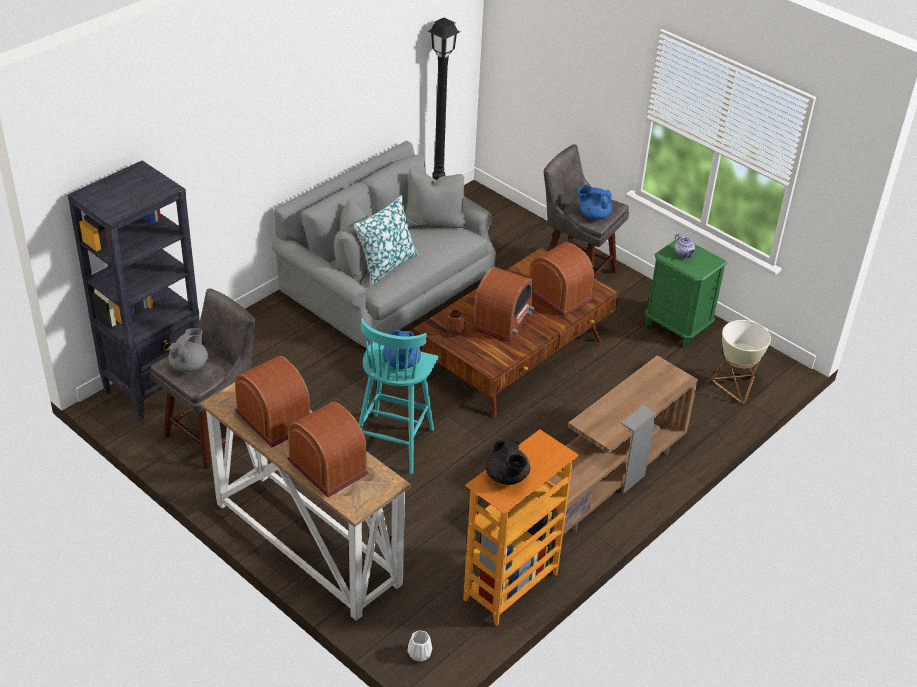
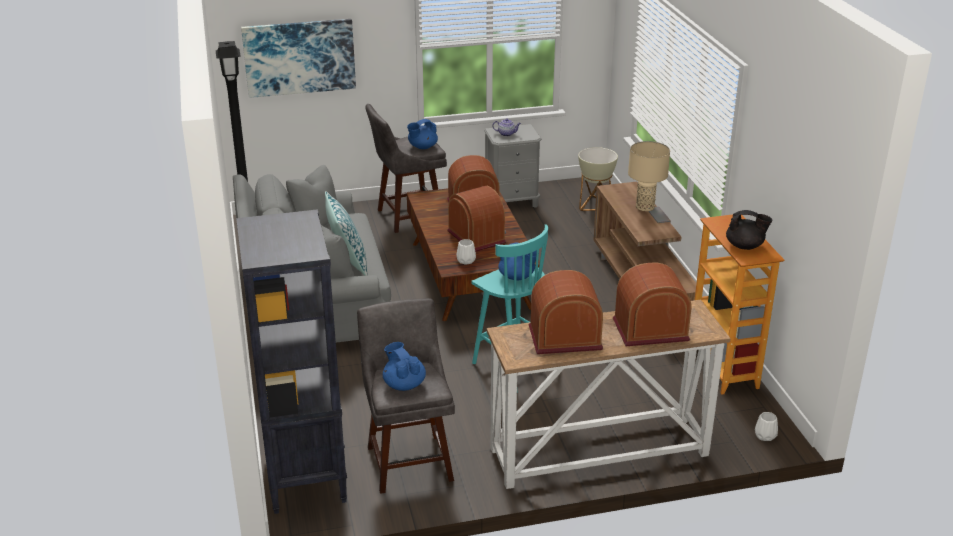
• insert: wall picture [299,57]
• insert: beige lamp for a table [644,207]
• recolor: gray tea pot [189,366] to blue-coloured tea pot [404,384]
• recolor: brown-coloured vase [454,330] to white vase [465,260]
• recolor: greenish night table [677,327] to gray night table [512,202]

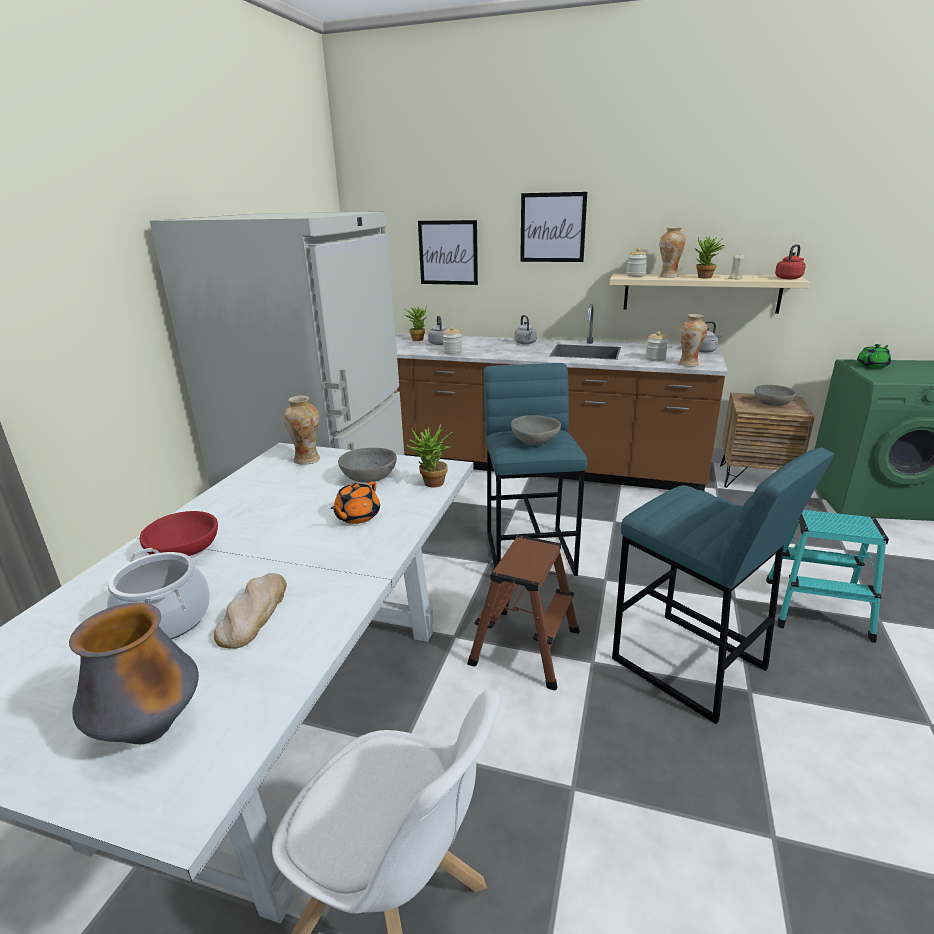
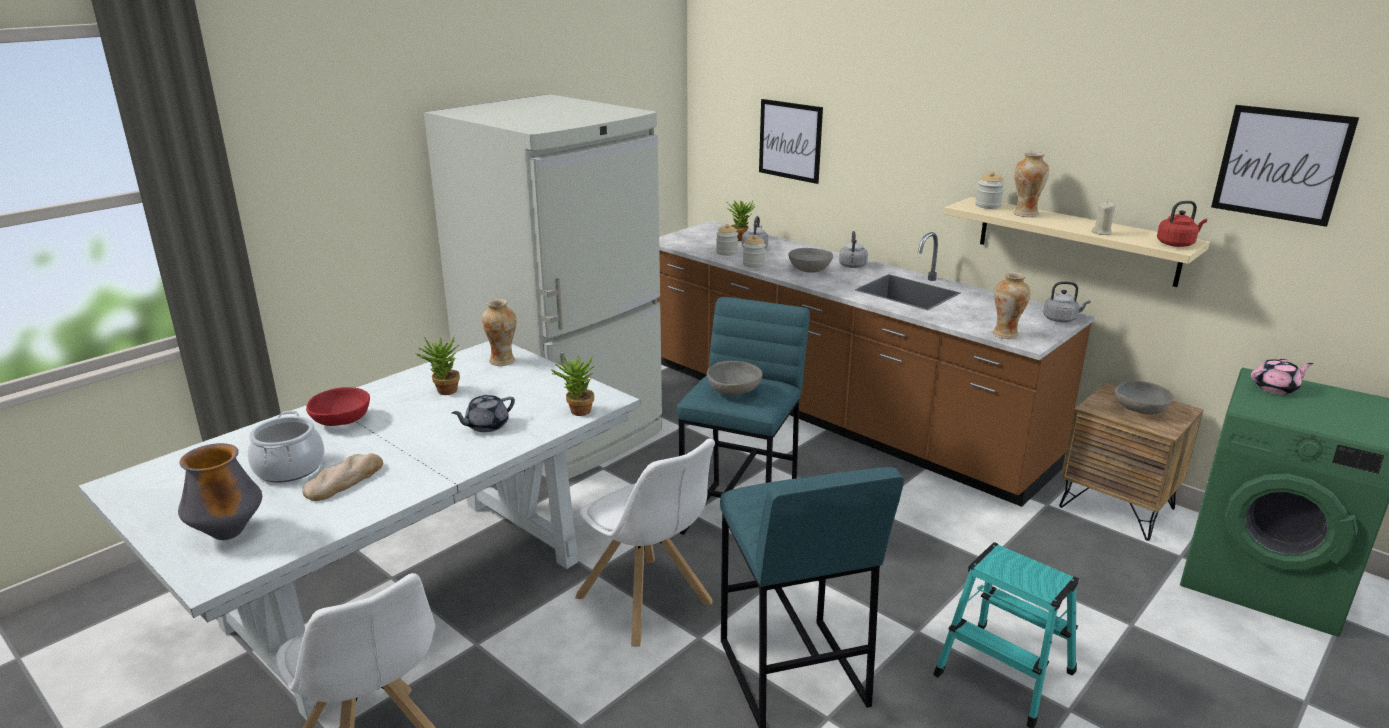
• move: gray deep dish [370,478] to [810,270]
• move: wall picture [552,227] to [1281,164]
• move: jar [655,359] to [727,252]
• move: houseplant [705,278] to [443,392]
• replace: brown-coloured step ladder [525,647] to white chair [648,603]
• recolor: orangey tea pot [357,516] to gray tea pot [486,425]
• recolor: greenish tea pot [872,366] to pink tea pot [1276,388]

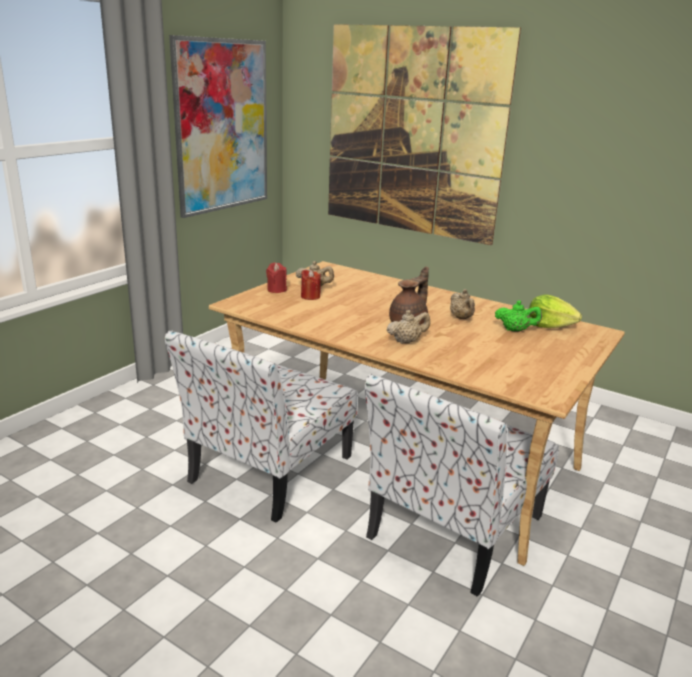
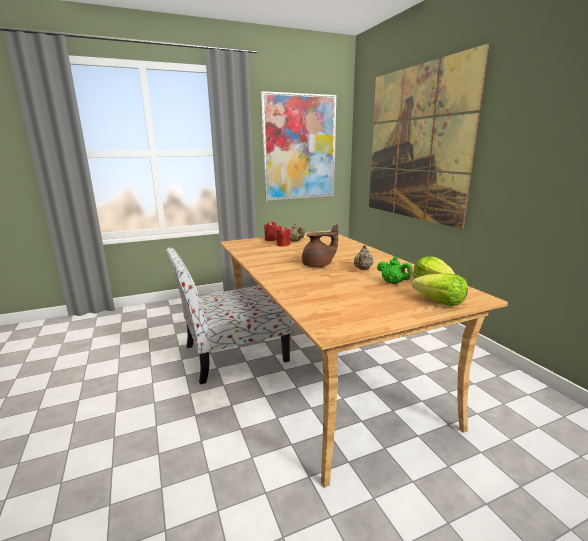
• delete: chair [453,529]
• delete: beige tea pot [407,341]
• insert: lettuce head [440,302]

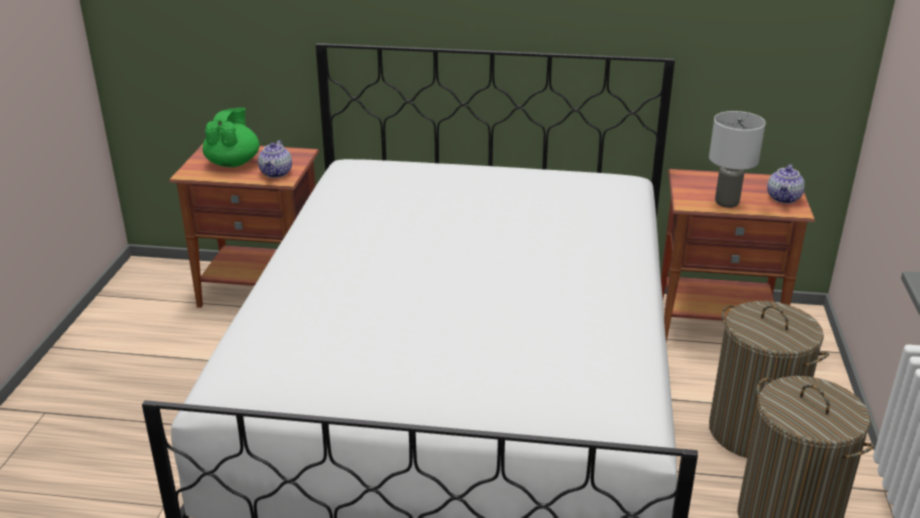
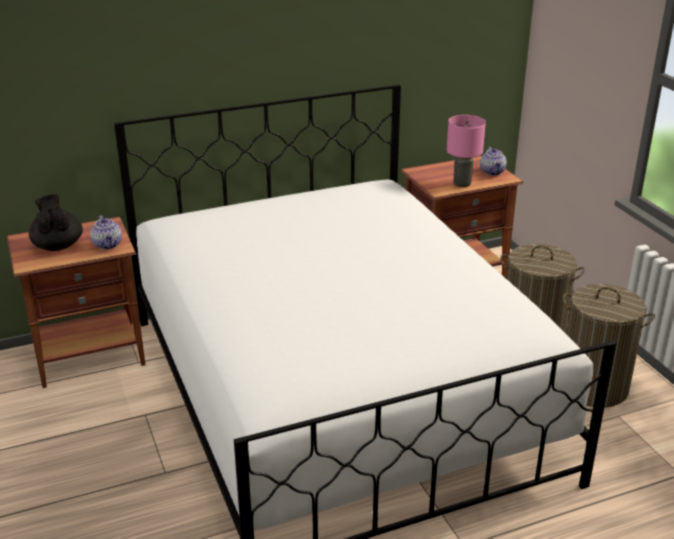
• recolor: greenish tea pot [233,162] to black-coloured tea pot [58,245]
• recolor: white lamp for a table [726,204] to pink lamp for a table [462,184]

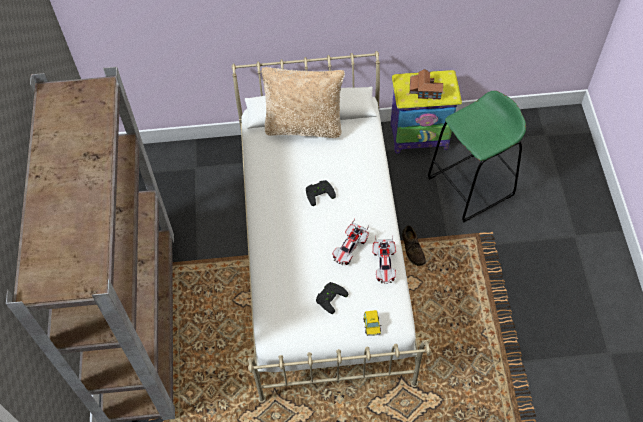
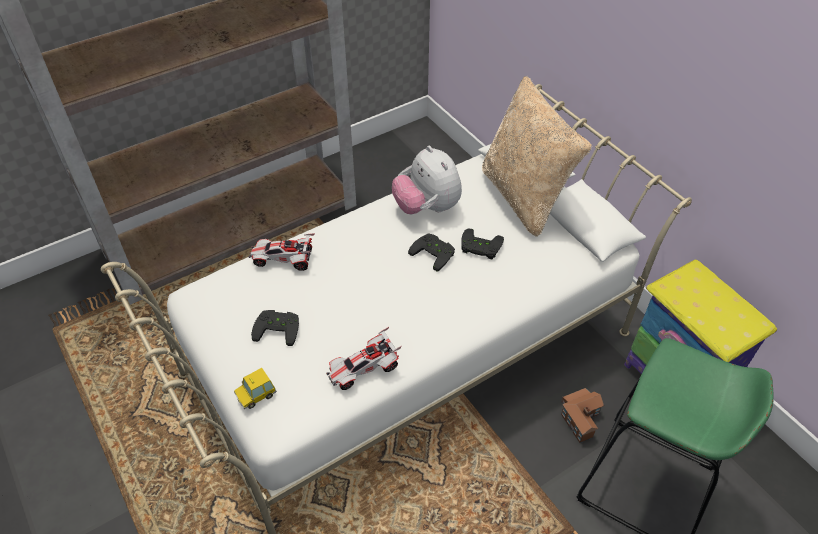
• delete: brown-coloured low shoe [413,249]
• insert: plush toy [427,207]
• insert: black-coloured game controller [480,248]
• move: miniature car [350,248] to [284,260]
• move: miniature house [425,90] to [580,417]

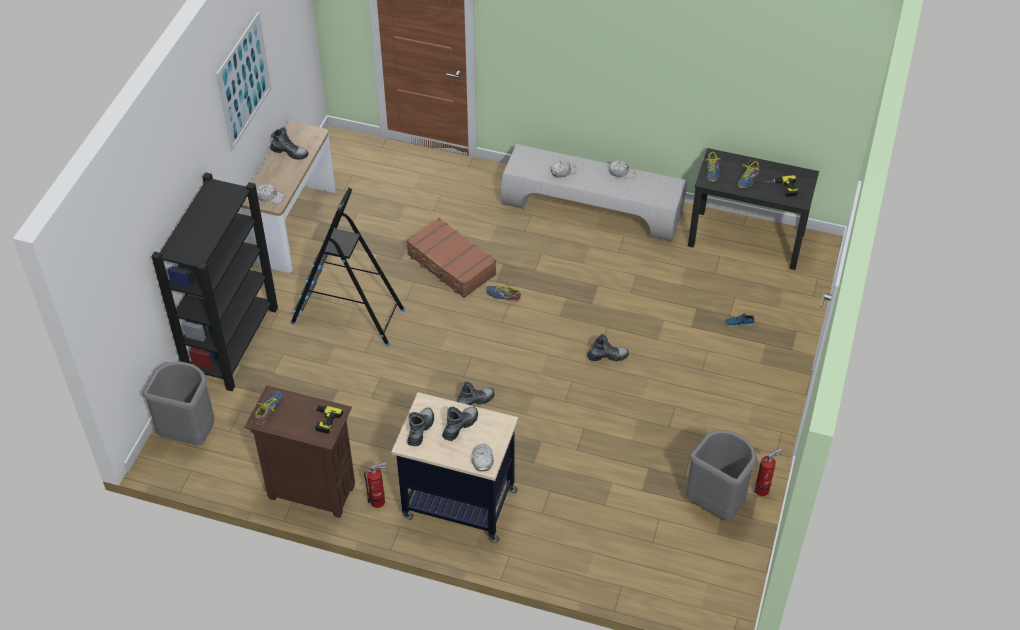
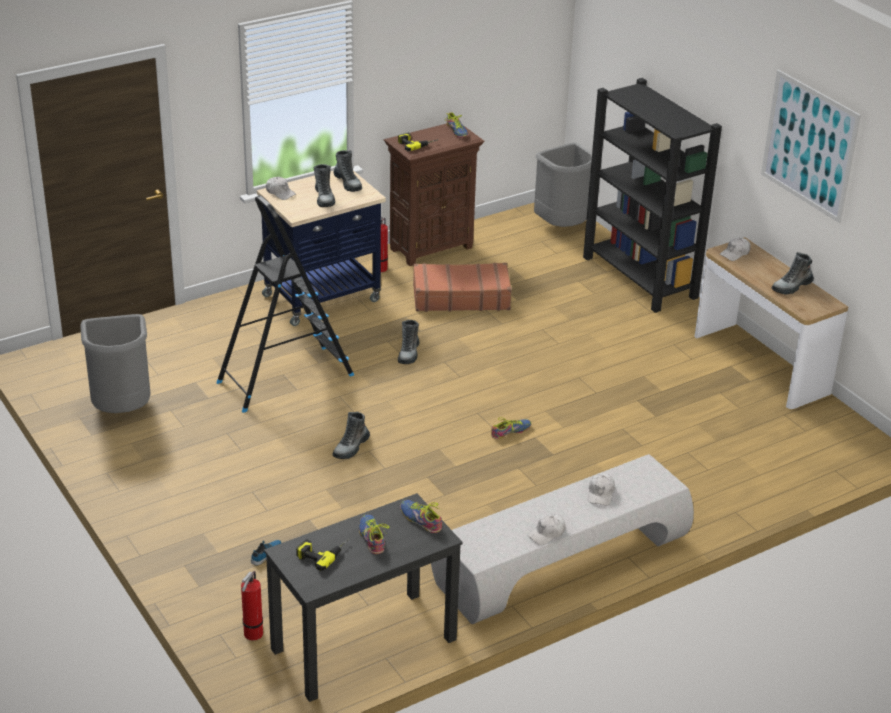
• move: black-coloured step ladder [347,317] to [286,378]
• move: brown-coloured travel case [451,265] to [460,297]
• move: extinguisher [763,489] to [252,635]

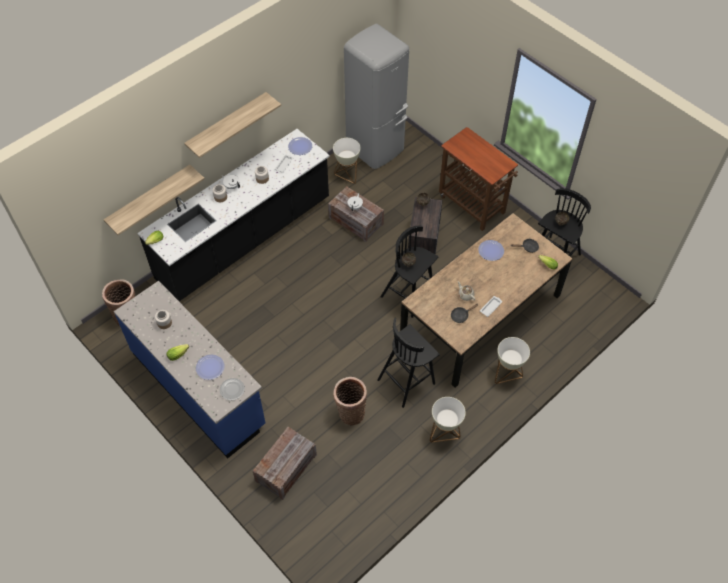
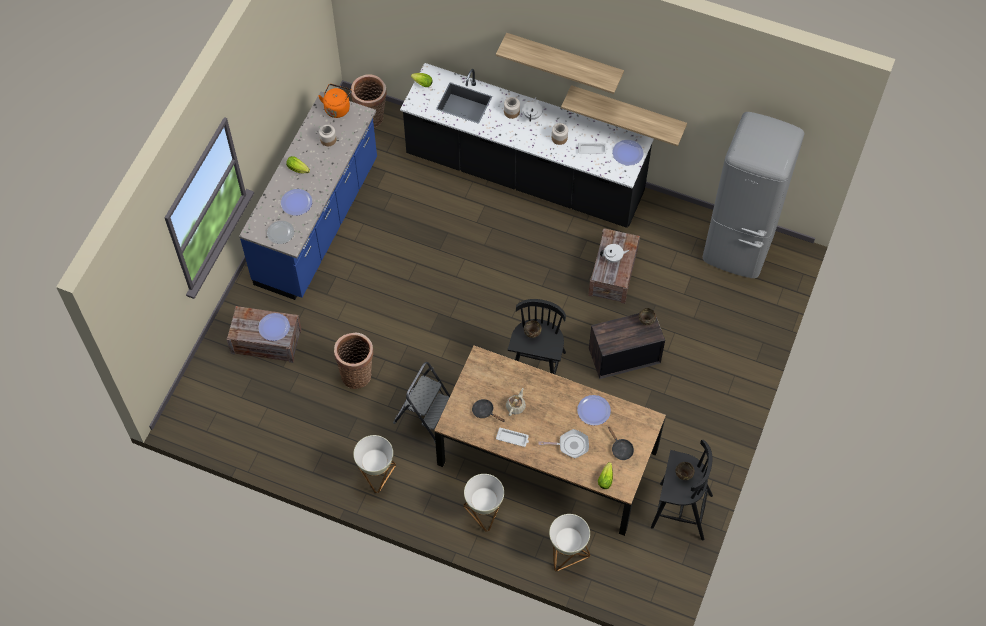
• delete: brown-coloured wheeled cart [472,205]
• insert: dinner plate [274,327]
• insert: orangey kettle [337,107]
• insert: frying pan [570,445]
• move: wall shelf [149,198] to [627,111]
• move: plant pot [347,173] to [567,553]
• replace: black-coloured stool [407,380] to gray step ladder [423,413]

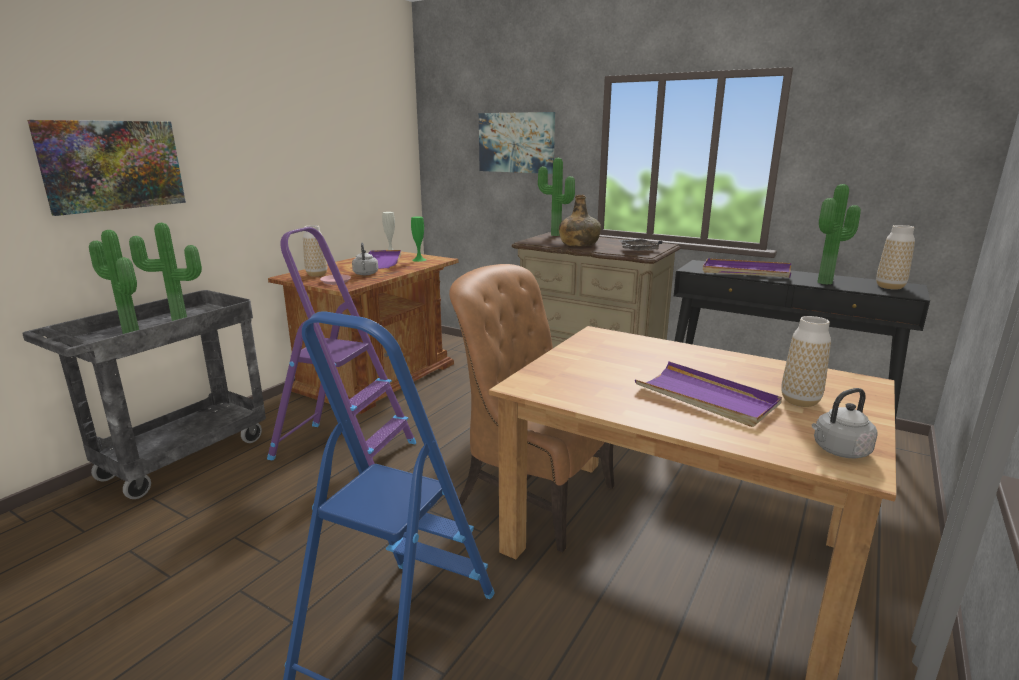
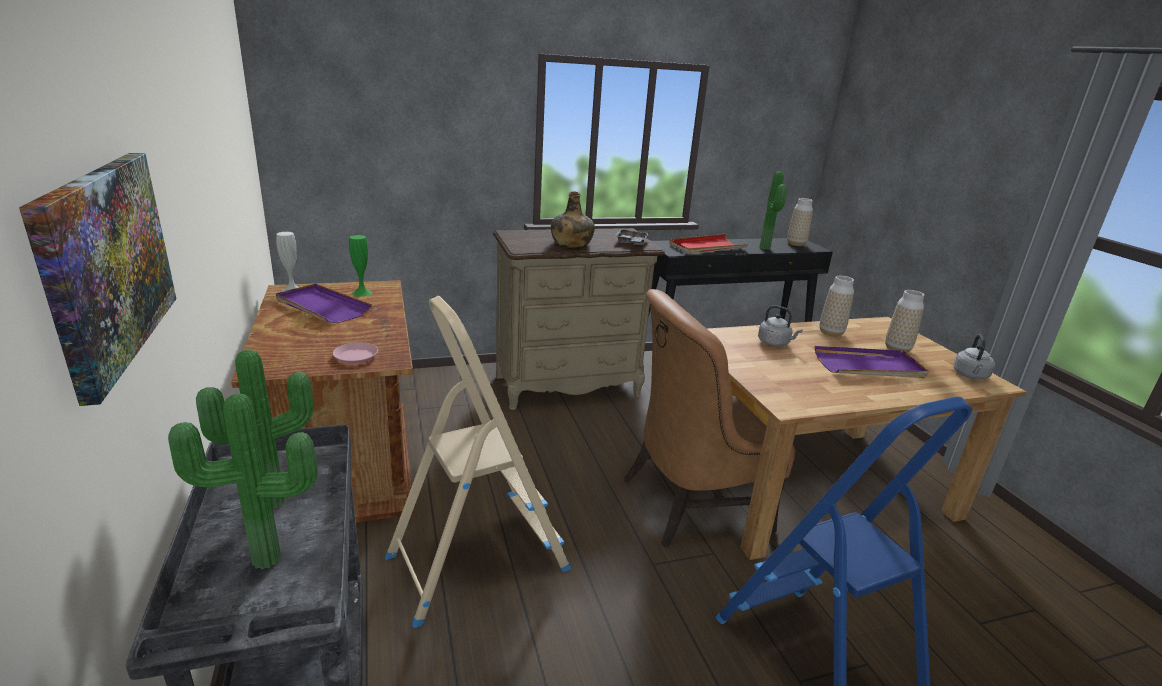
• delete: wall picture [516,142]
• delete: houseplant [554,235]
• move: vase [317,274] to [831,333]
• move: gray kettle [365,274] to [775,343]
• recolor: purple-coloured step ladder [345,451] to beige step ladder [480,562]
• recolor: purple-coloured tray [745,271] to reddish tray [706,247]

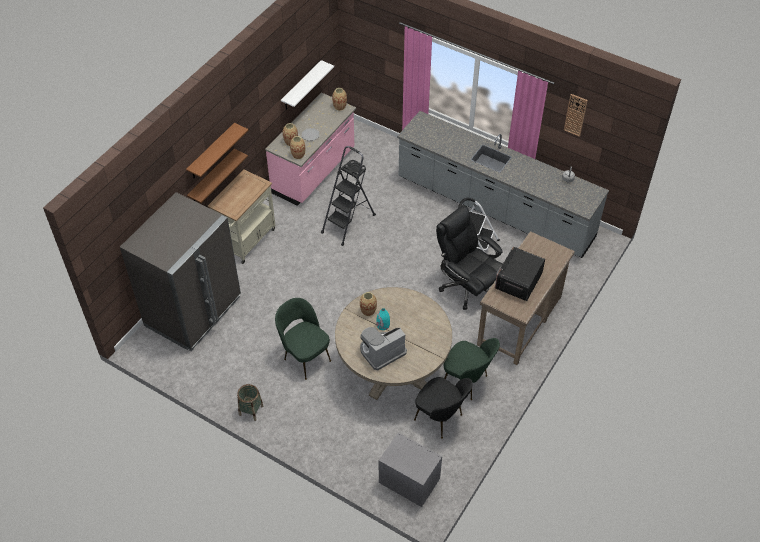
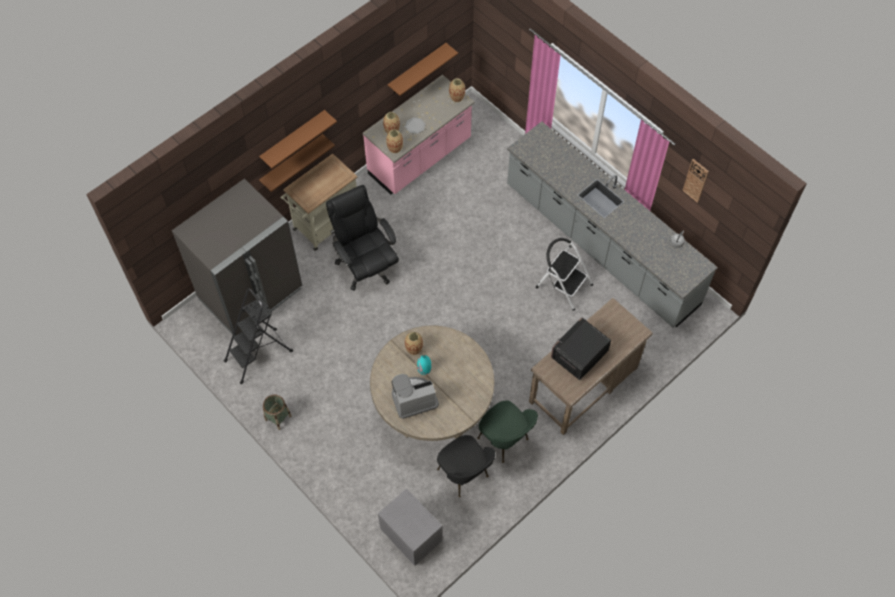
• delete: greenish chair [305,357]
• move: step ladder [349,223] to [259,355]
• move: black-coloured desk chair [467,287] to [366,265]
• recolor: white wall shelf [301,86] to brown-coloured wall shelf [417,69]

